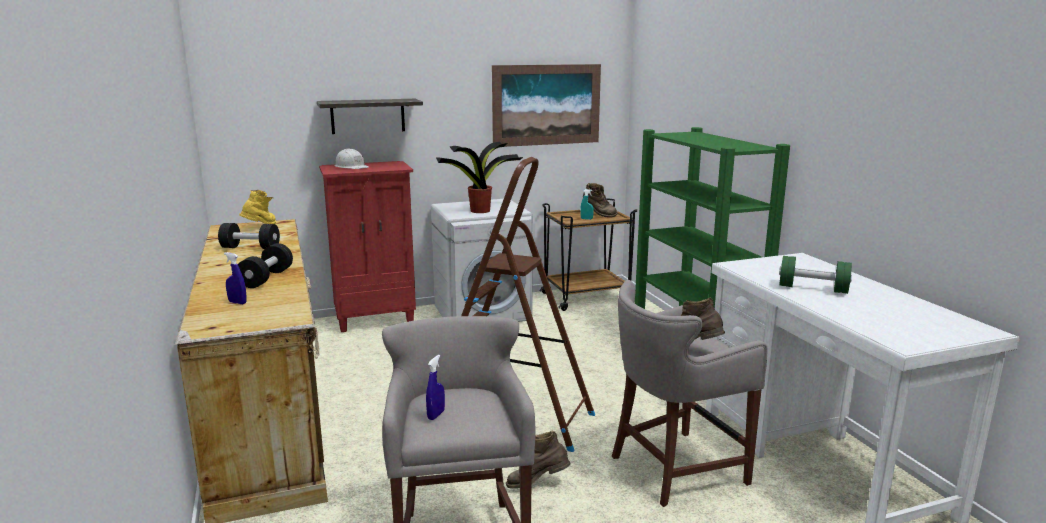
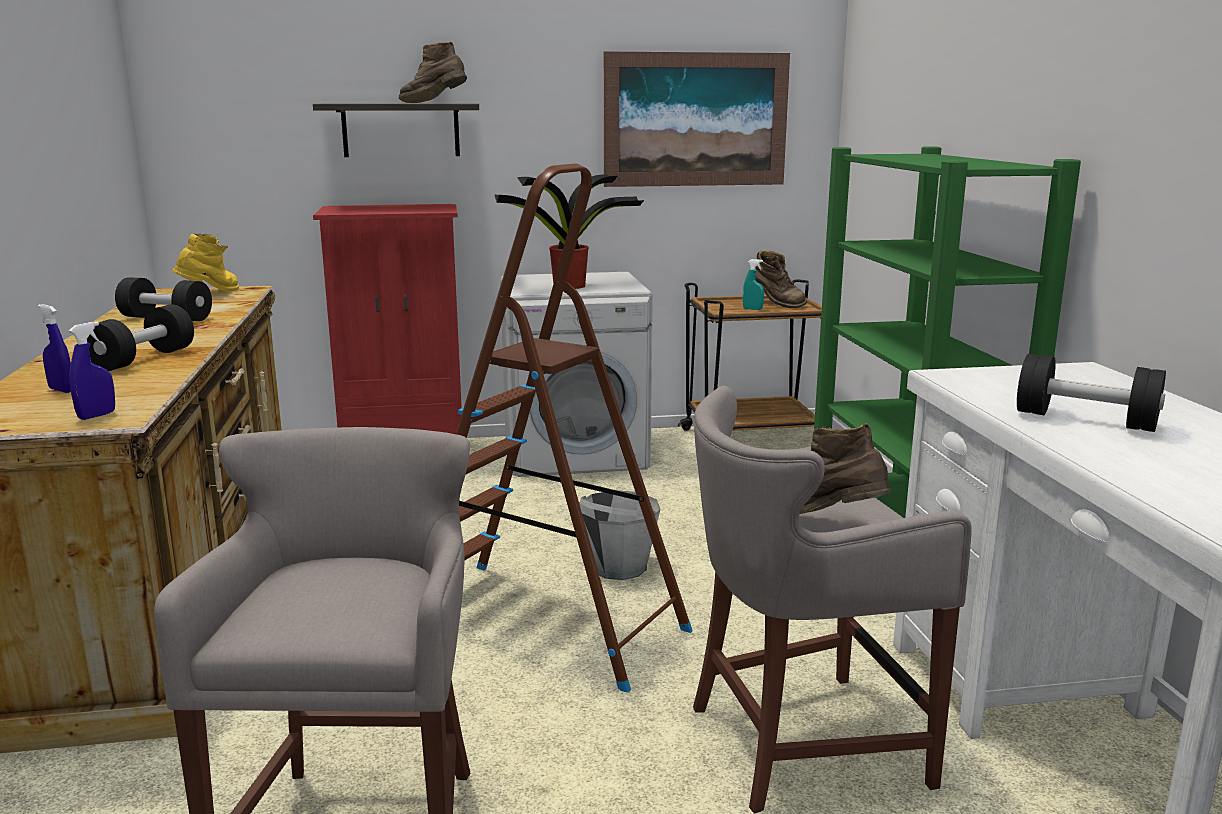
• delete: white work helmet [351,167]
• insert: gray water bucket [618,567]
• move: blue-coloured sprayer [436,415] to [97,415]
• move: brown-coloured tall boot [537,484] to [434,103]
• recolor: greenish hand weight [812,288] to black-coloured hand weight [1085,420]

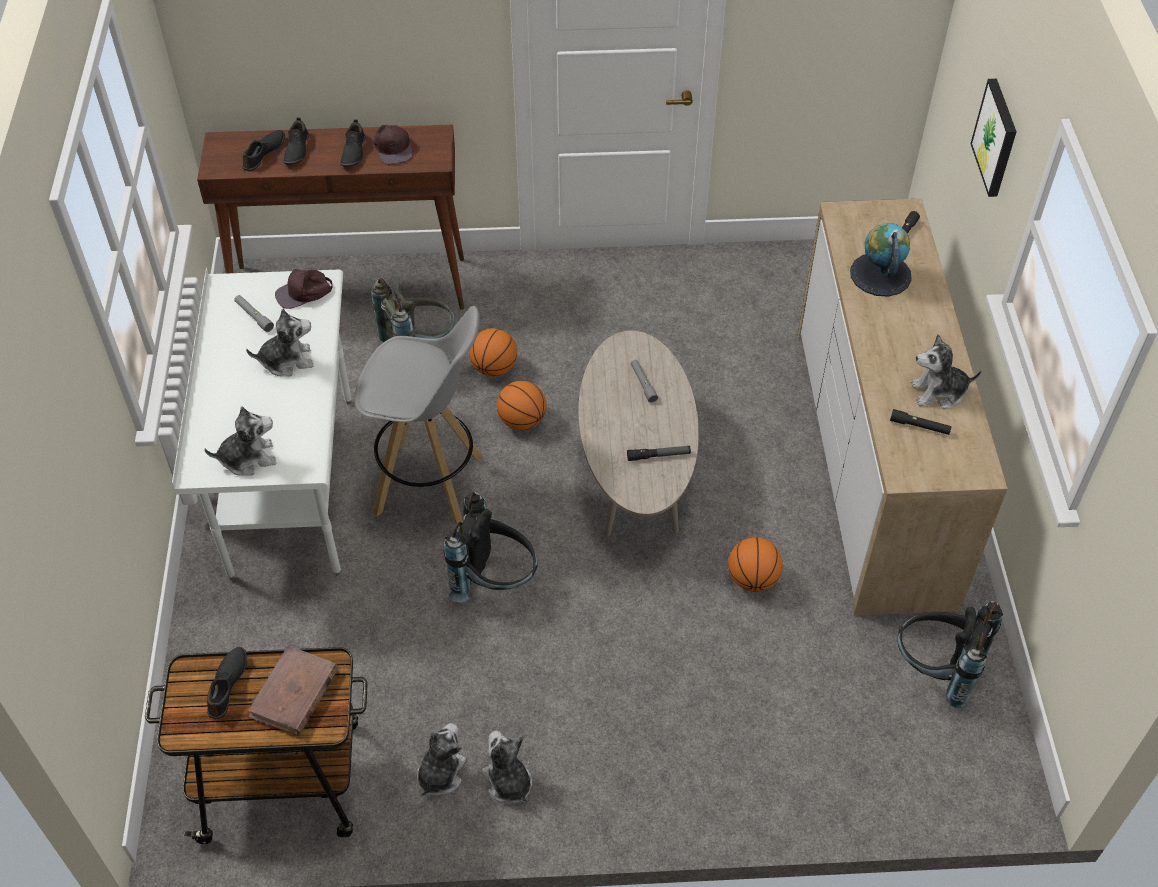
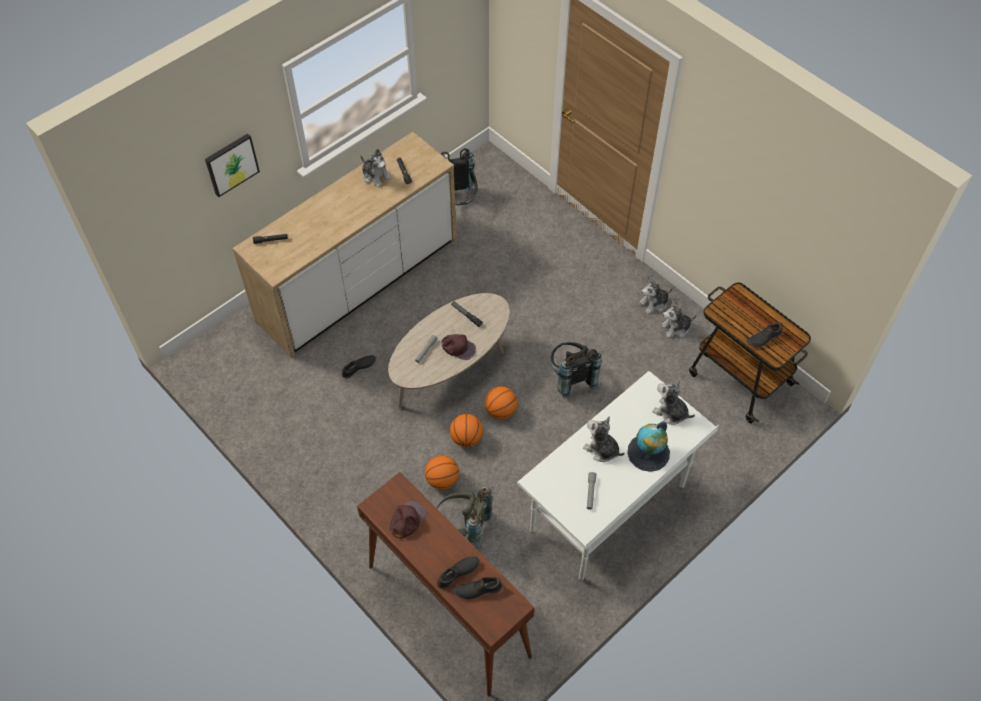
• delete: brown-coloured volume [294,693]
• delete: gray stool [431,486]
• move: brown-coloured cap [304,293] to [458,347]
• move: black-coloured low shoe [353,152] to [359,368]
• move: basketball [752,579] to [500,411]
• move: globe [880,274] to [648,452]
• rotate: plush toy [508,782] = [654,303] 45 degrees clockwise

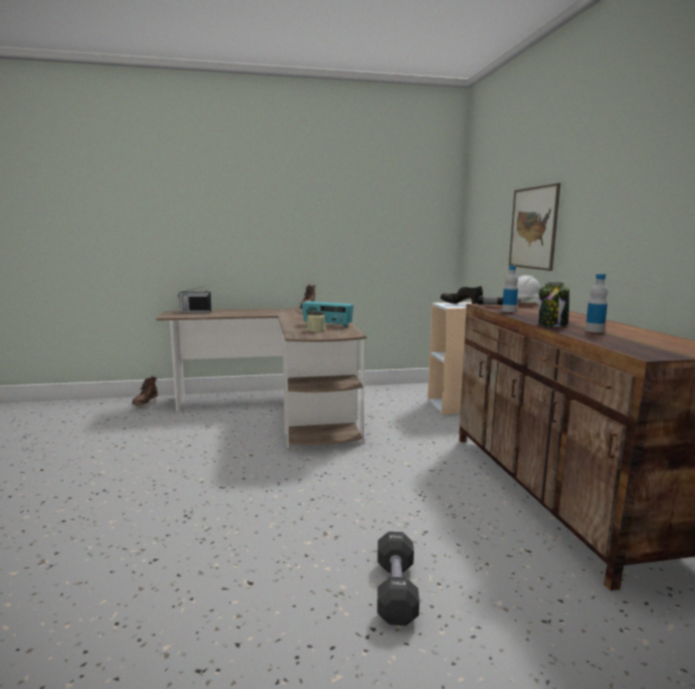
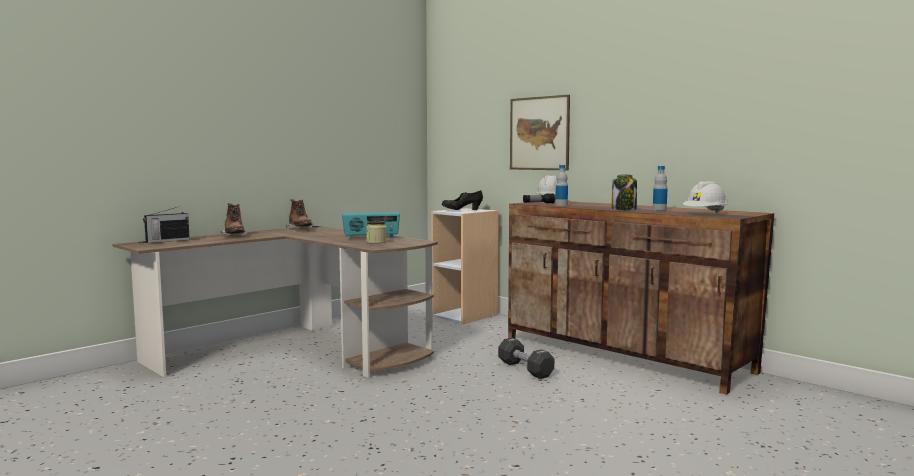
• insert: white work helmet [705,214]
• move: brown-coloured tall boot [145,404] to [234,236]
• move: black-coloured hand weight [396,591] to [525,369]

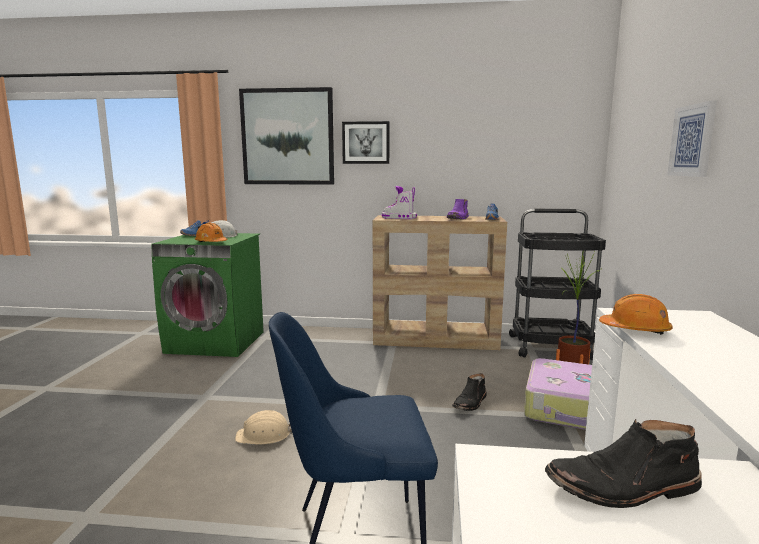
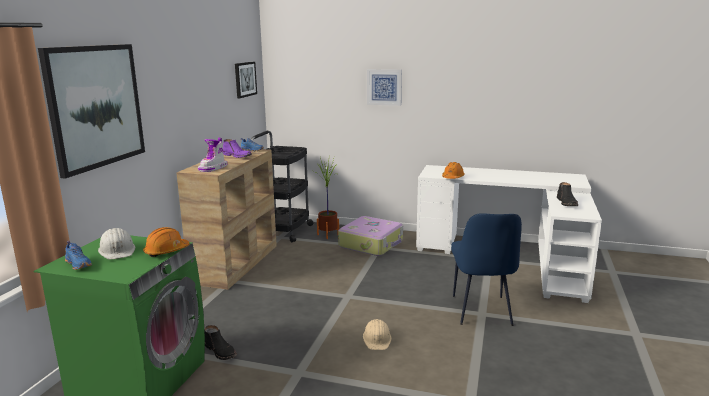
• move: wall picture [366,142] to [245,79]
• move: black-coloured tall boot [470,403] to [221,351]

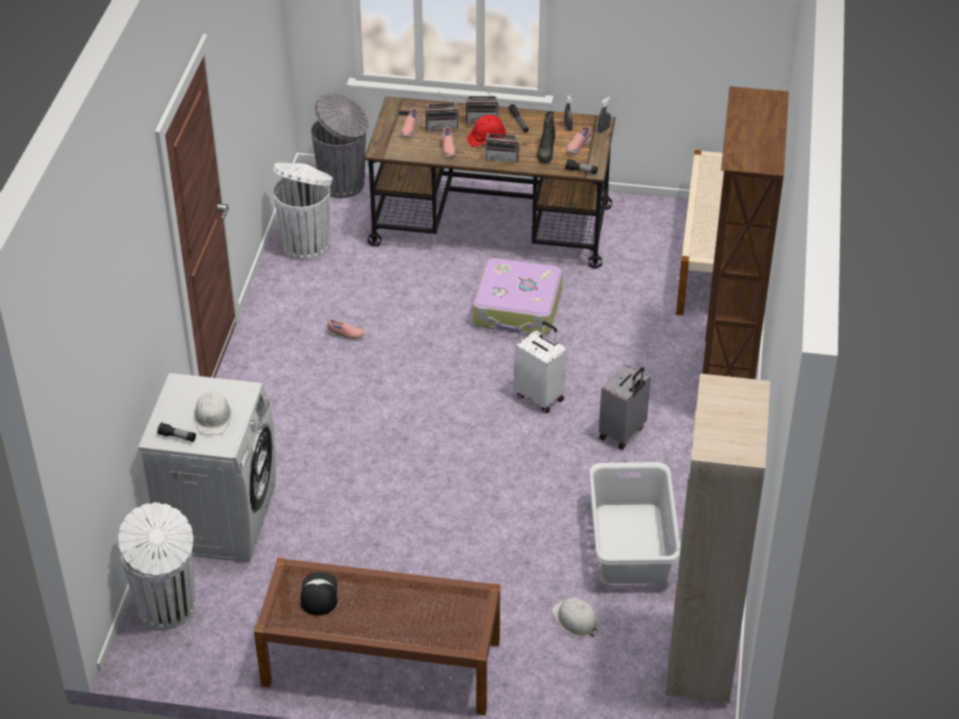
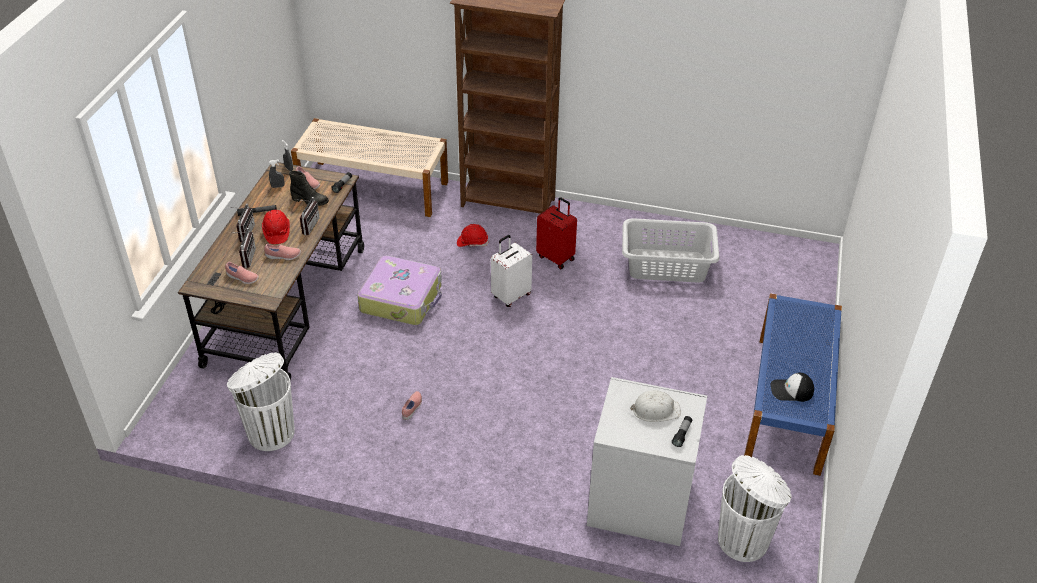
• delete: gray waste bin [343,185]
• delete: white work helmet [575,620]
• delete: beige storage cabinet [699,661]
• insert: reddish work helmet [472,242]
• recolor: brown-coloured indoor bench [381,663] to blue-coloured indoor bench [789,403]
• recolor: gray travel case [623,433] to reddish travel case [556,257]

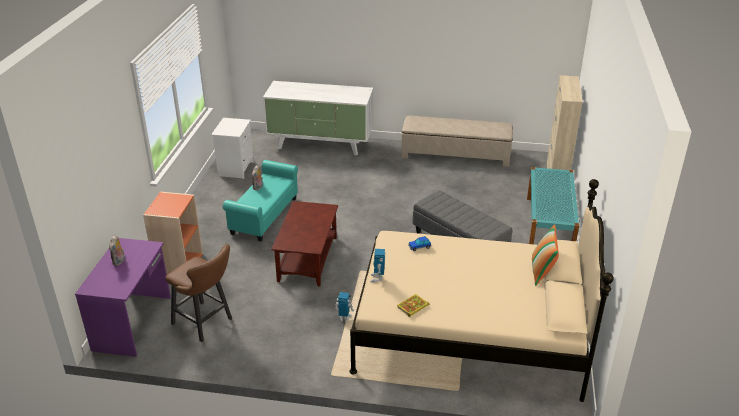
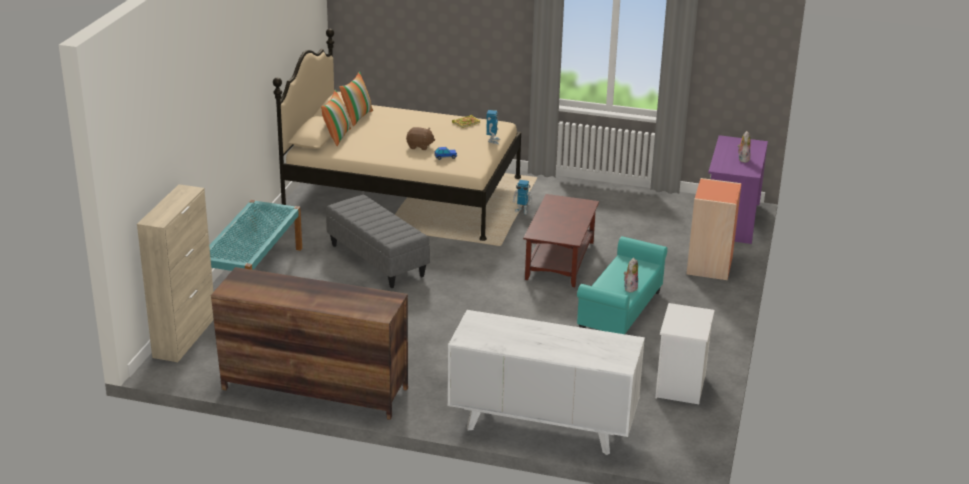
• delete: brown-coloured stool [206,324]
• insert: throw pillow [357,117]
• insert: brown-coloured plush toy [420,146]
• replace: beige indoor bench [456,154] to brown-coloured storage cabinet [314,387]

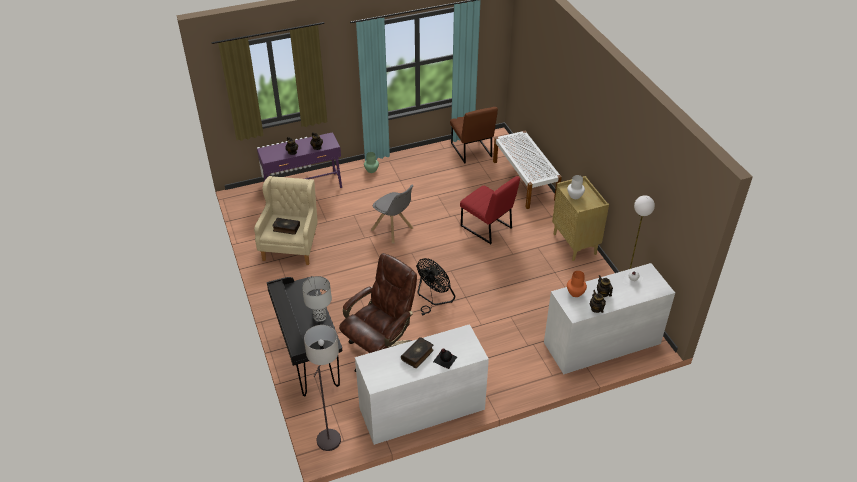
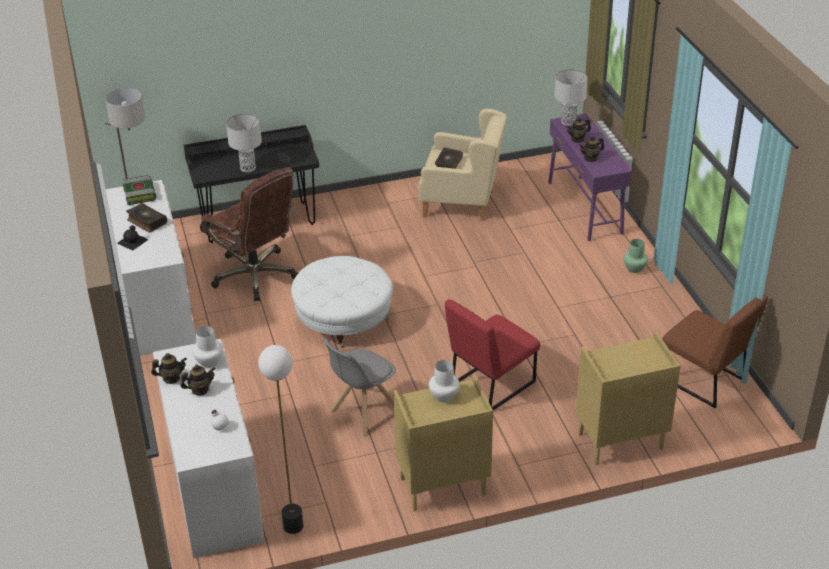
• insert: volume [140,194]
• insert: white lamp for a table [568,122]
• move: gray chair [393,230] to [363,412]
• replace: black-coloured electric fan [431,297] to white ottoman [344,319]
• replace: white indoor bench [525,180] to beige storage cabinet [619,441]
• recolor: orangey vase [575,293] to white vase [208,362]
• rotate: brown-coloured chair [471,150] = [704,380] 120 degrees counterclockwise

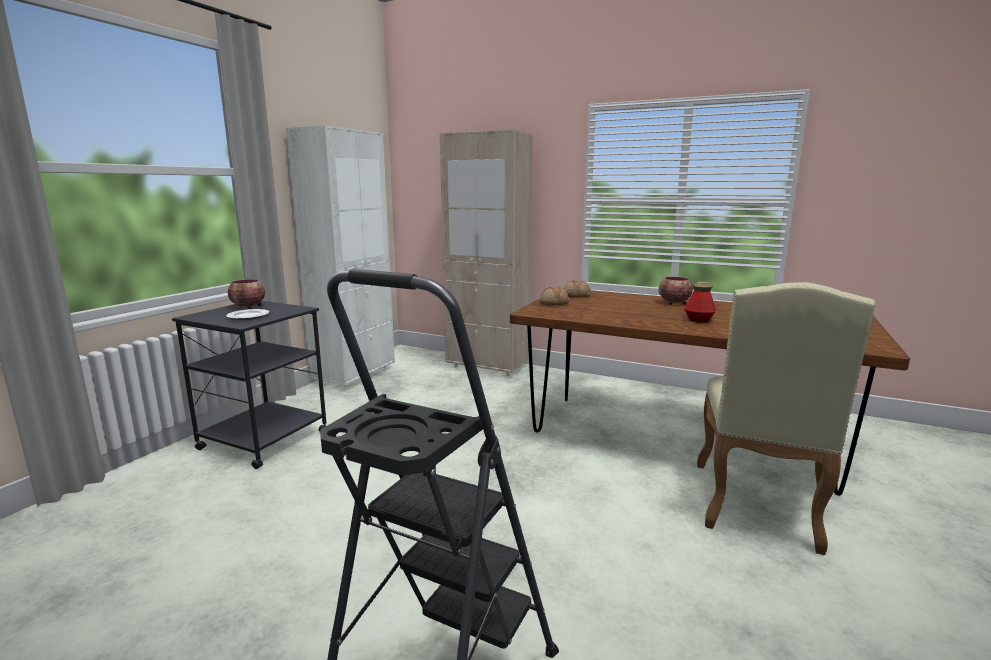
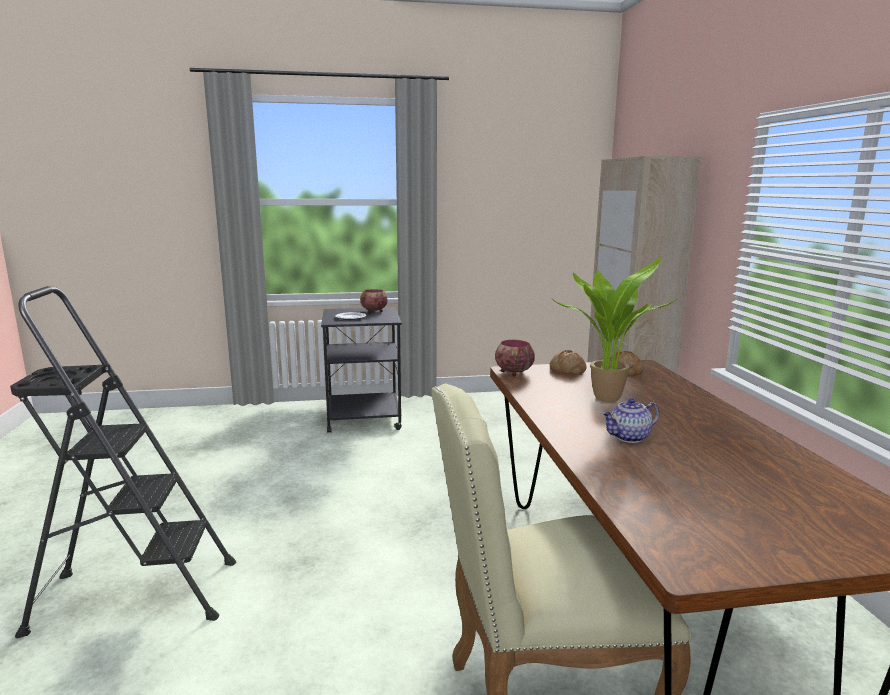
• delete: white storage cabinet [355,375]
• insert: houseplant [605,397]
• move: deep dish [674,303] to [513,372]
• replace: beverage bottle [698,320] to tea pot [629,437]

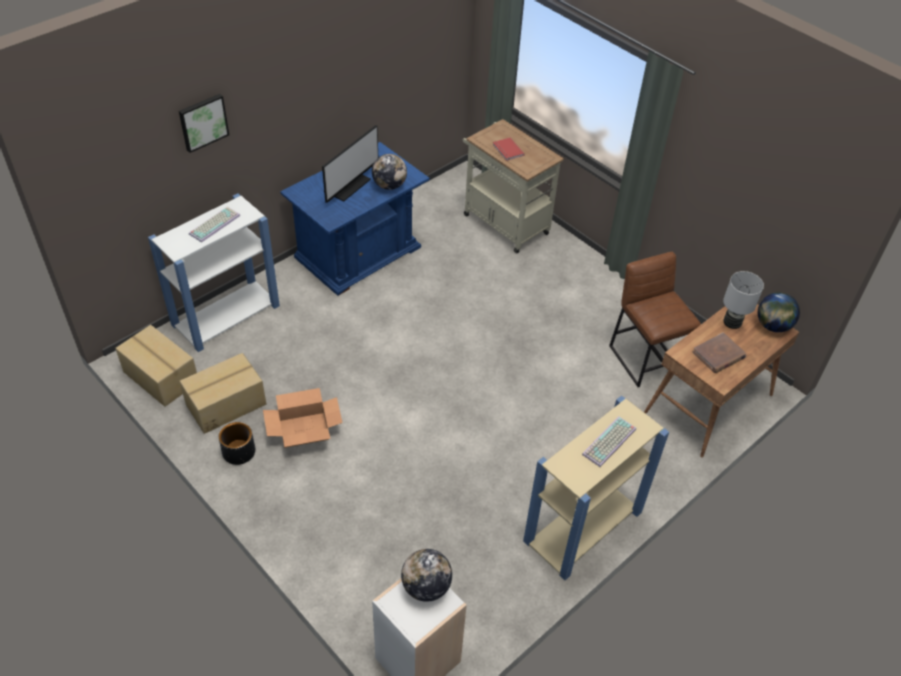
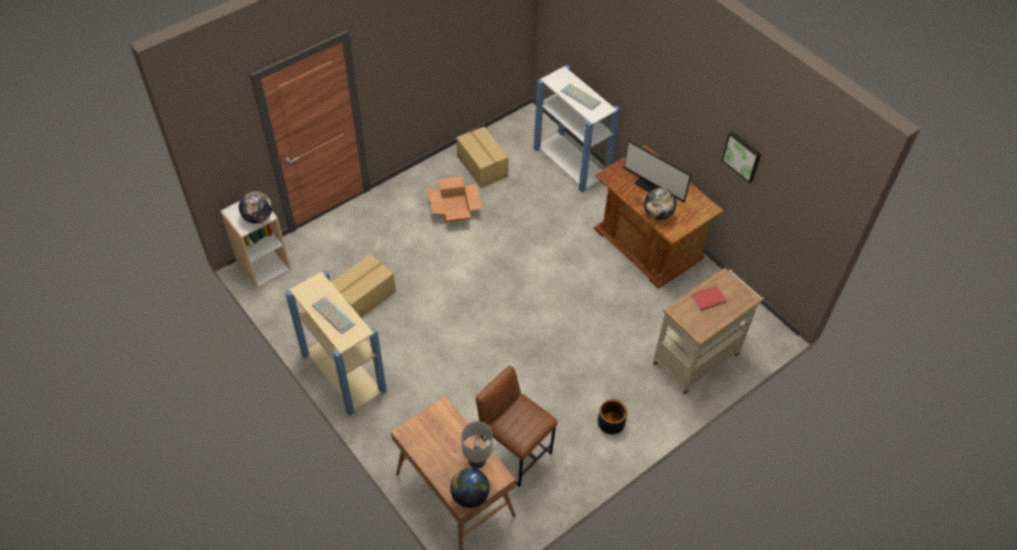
• delete: brown-coloured volume [718,355]
• move: carton [160,377] to [363,296]
• move: wall picture [203,122] to [742,156]
• move: black-coloured plant pot [239,452] to [611,423]
• recolor: blue-coloured storage cabinet [359,252] to brown-coloured storage cabinet [648,244]
• rotate: brown-coloured chair [645,358] = [514,452] 120 degrees counterclockwise

